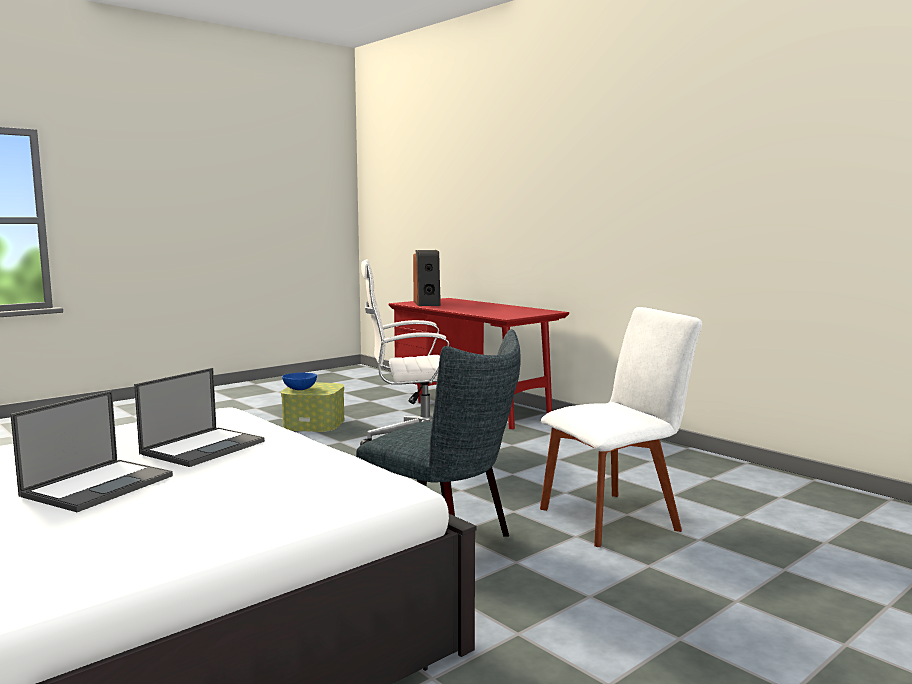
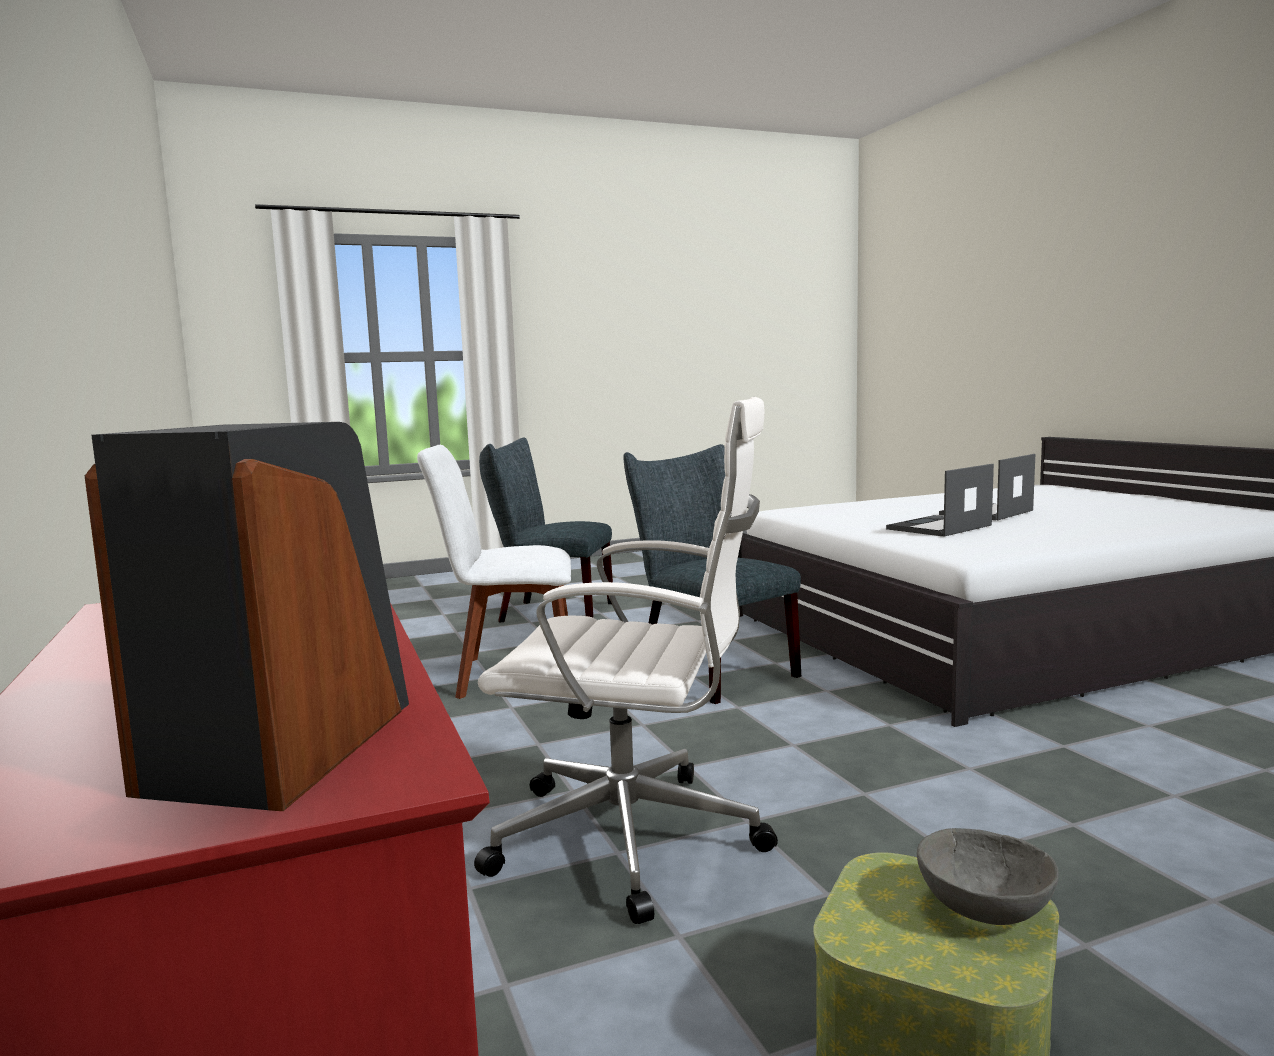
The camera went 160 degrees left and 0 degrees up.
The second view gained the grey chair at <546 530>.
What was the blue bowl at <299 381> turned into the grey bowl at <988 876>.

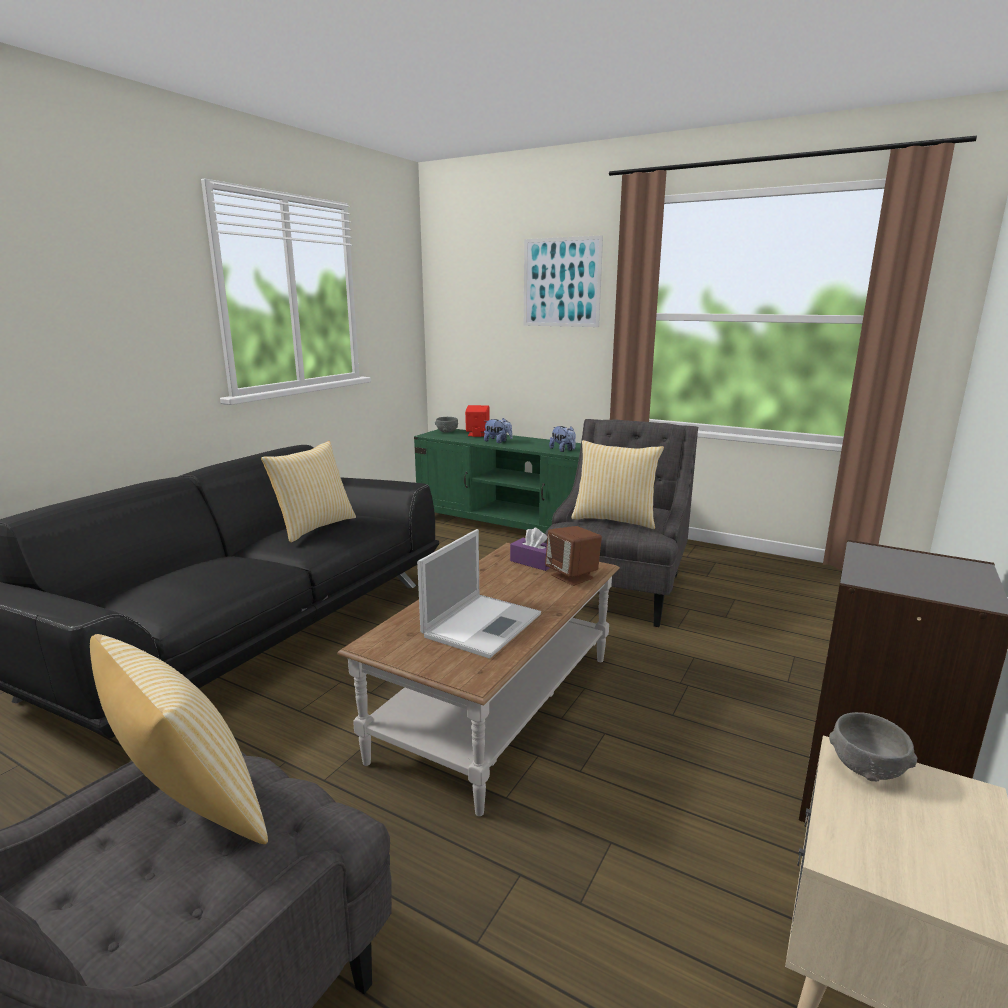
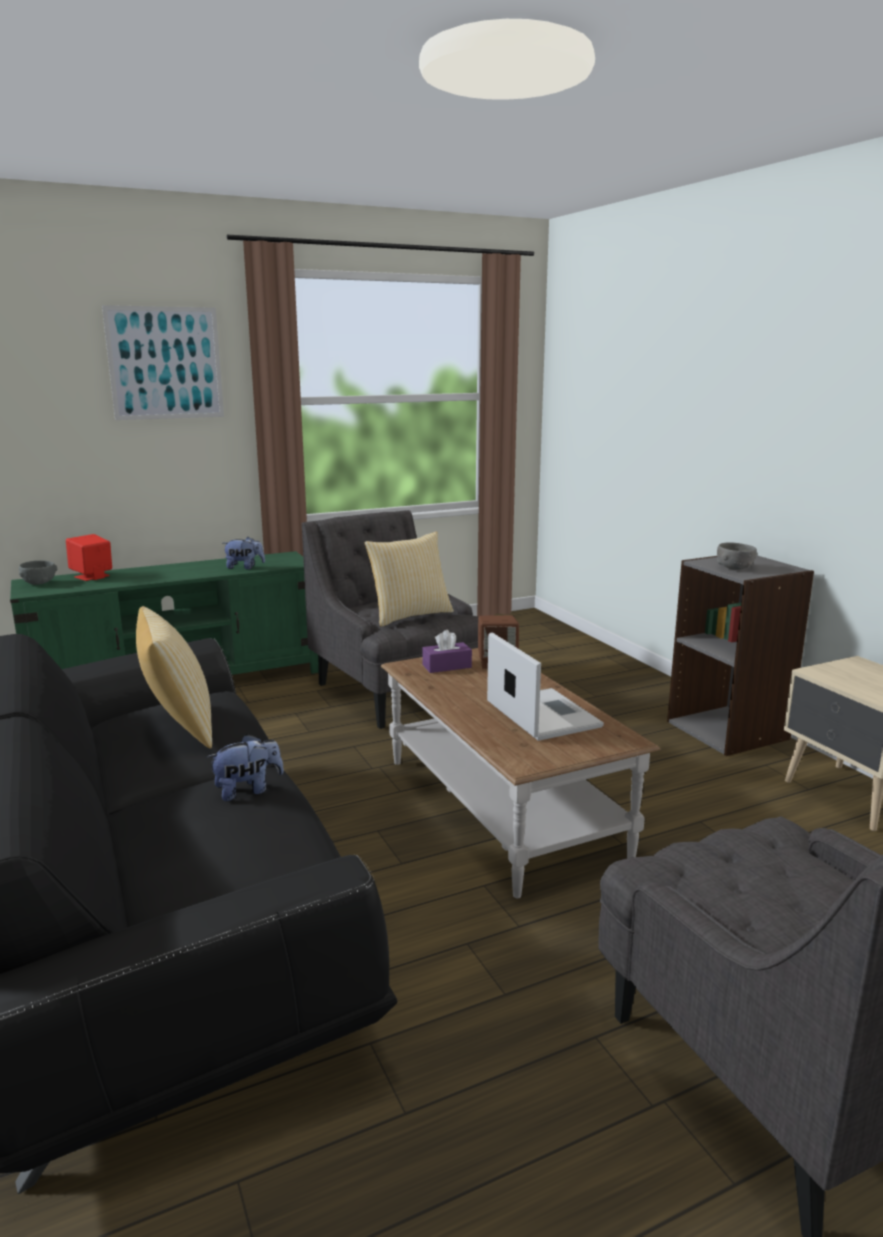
The camera went 55 degrees left and 0 degrees up.
The second view lost the pillow at <179 739>.
The plush toy ended up elsewhere, having gone from <498 430> to <245 767>.
The grey bowl ended up elsewhere, having gone from <873 747> to <737 556>.

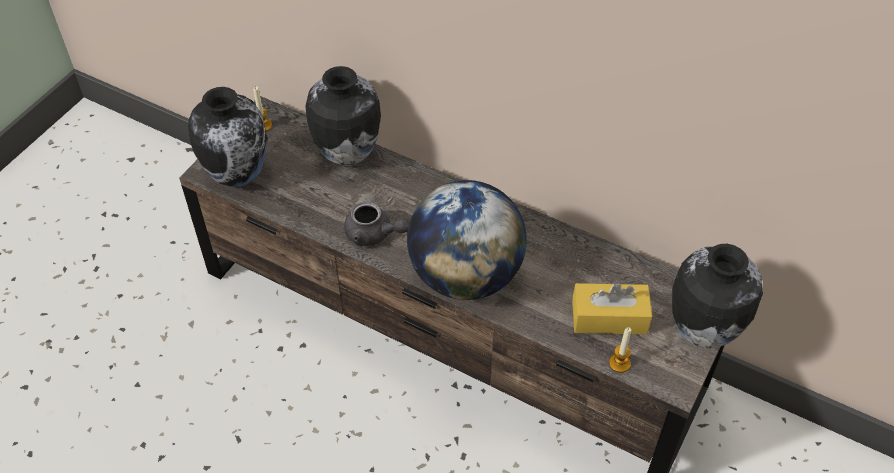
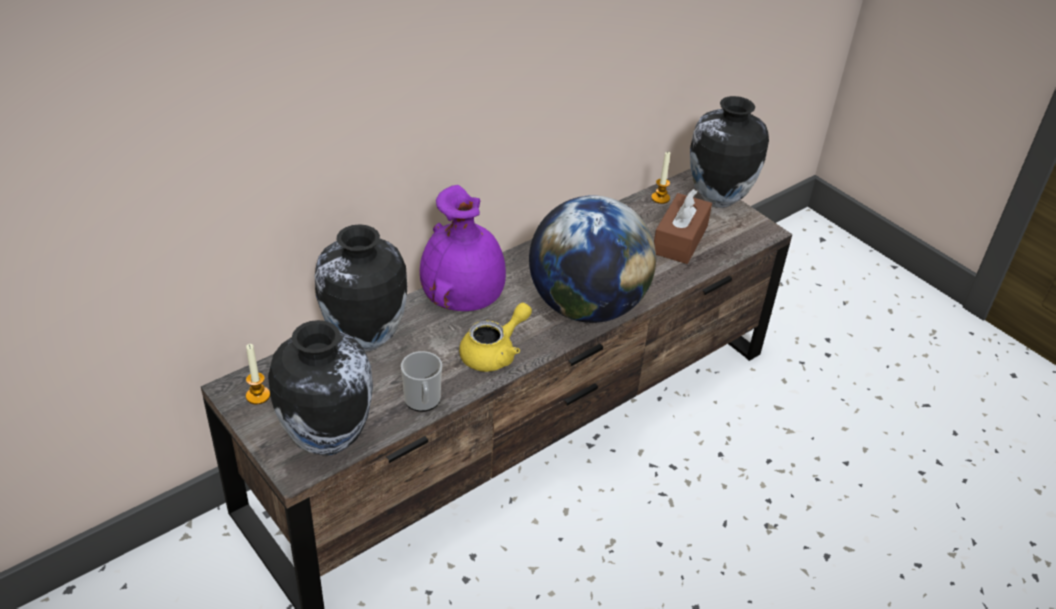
The camera went 70 degrees left and 10 degrees down.
The second view gained the mug at <421 381>.
The second view gained the purple vase at <463 248>.
The candle ended up elsewhere, having gone from <620 350> to <660 178>.
What was the grey teapot at <376 223> turned into the yellow teapot at <495 337>.
What was the yellow tissue box at <612 308> turned into the brown tissue box at <683 226>.

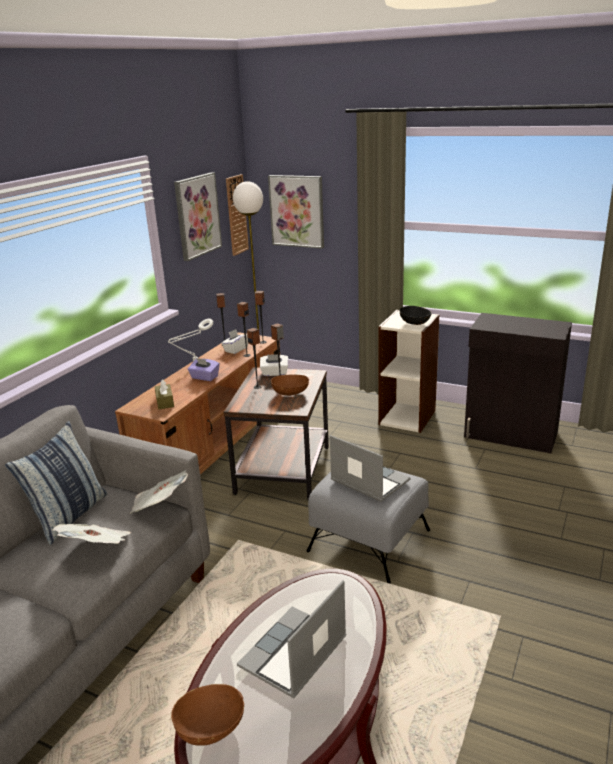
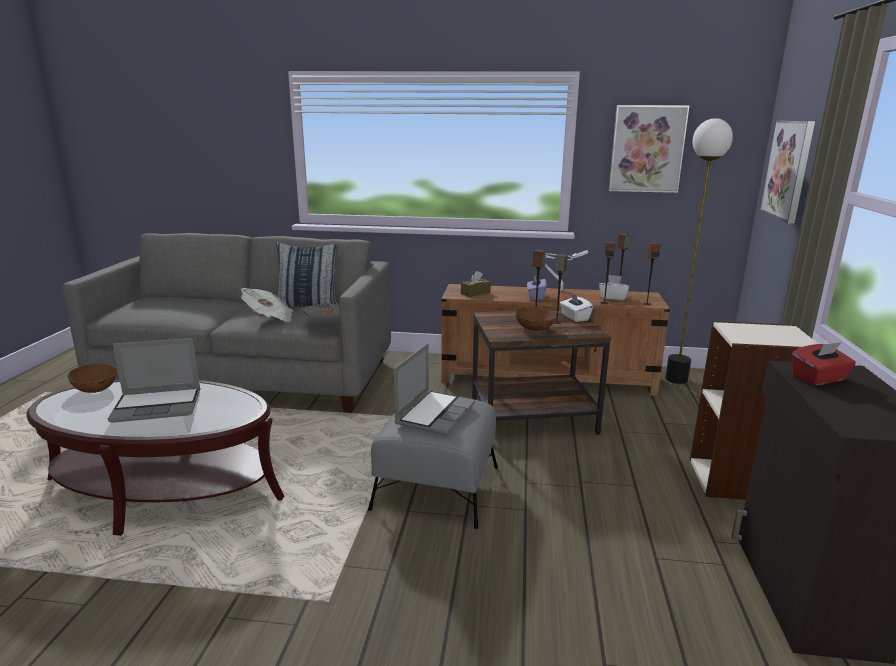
The camera went 70 degrees right and 5 degrees down.
The second view lost the wall clock at <237 215>.
The second view lost the black bowl at <416 315>.
The second view gained the red tissue box at <824 364>.
The laptop at <291 639> ended up facing another way, 150 degrees clockwise from before.

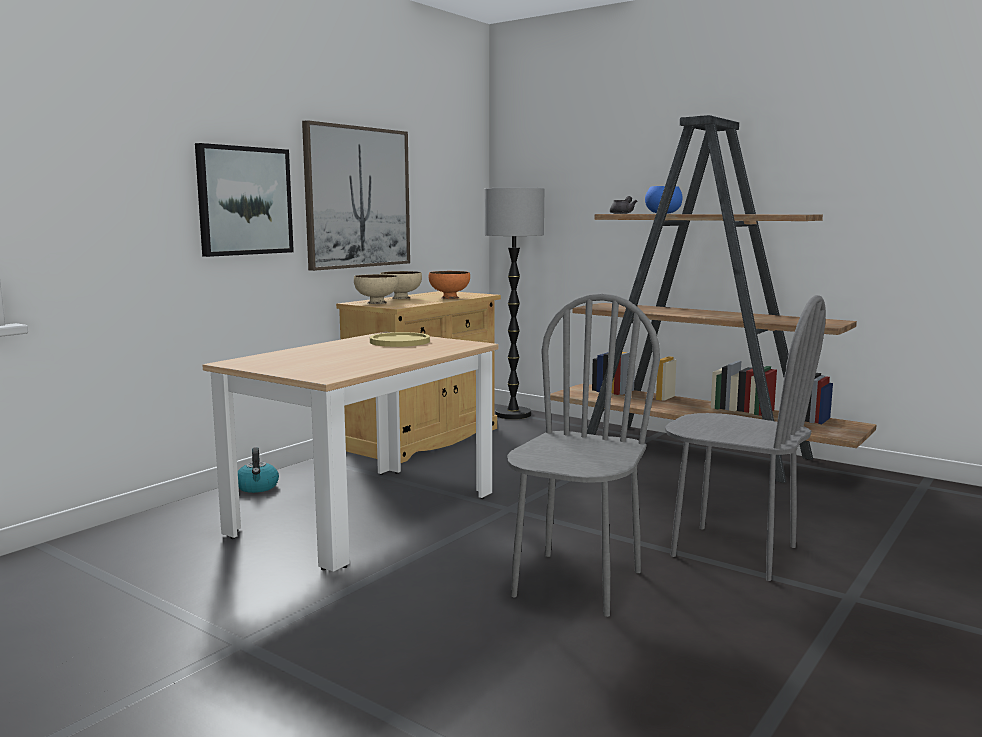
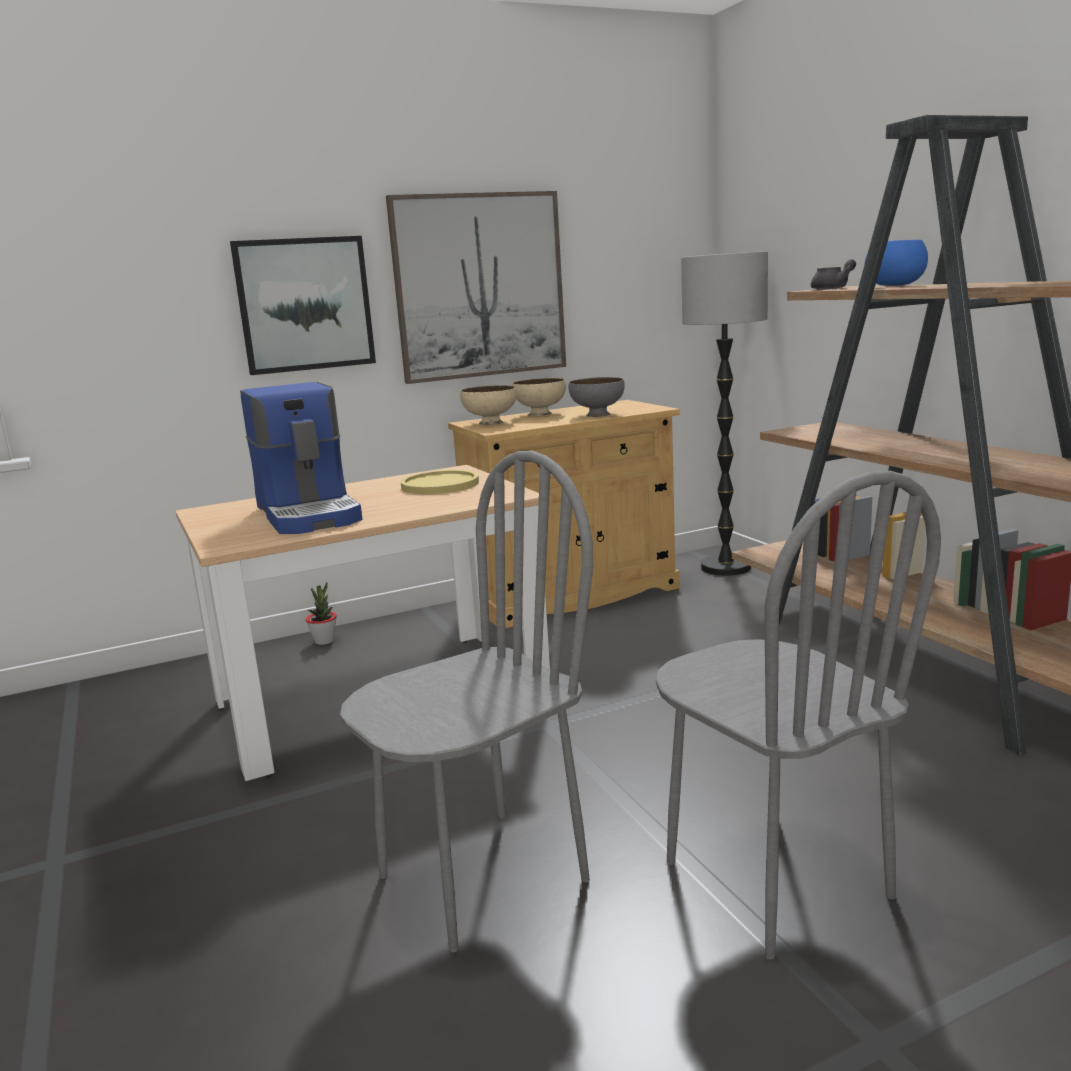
The camera went 30 degrees right and 5 degrees up.
The second view gained the coffee machine at <301 458>.
Where the kettle stood at <258 470>, the potted plant came to stand at <321 613>.
What was the orange bowl at <449 285> turned into the grey bowl at <596 397>.

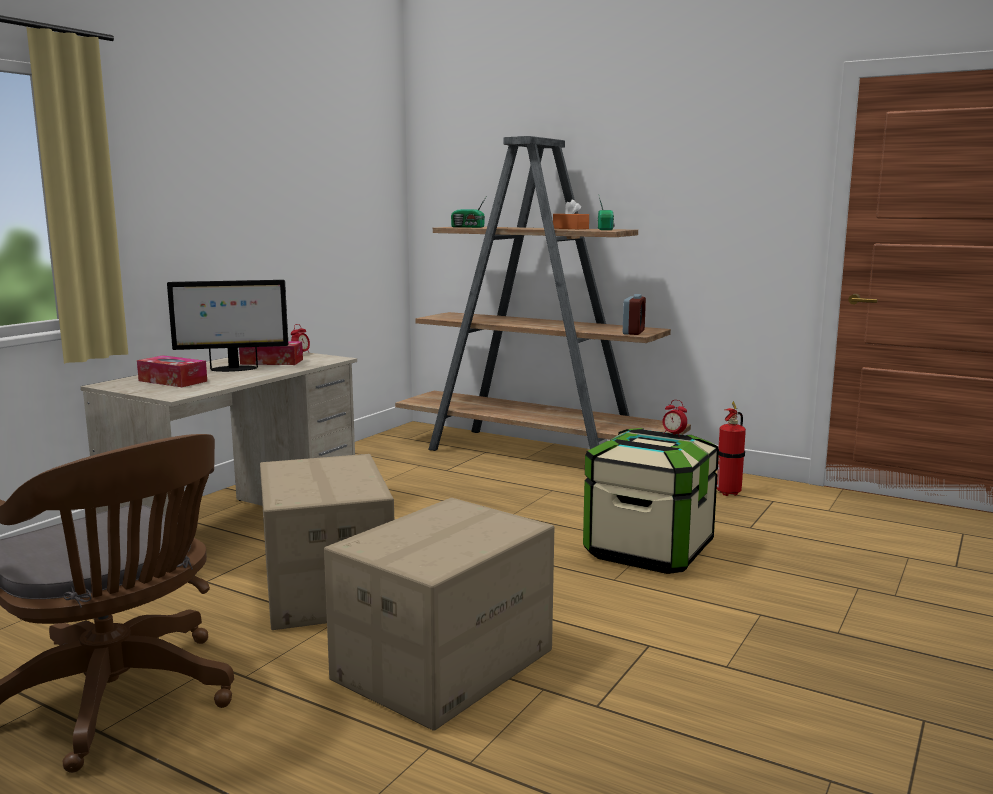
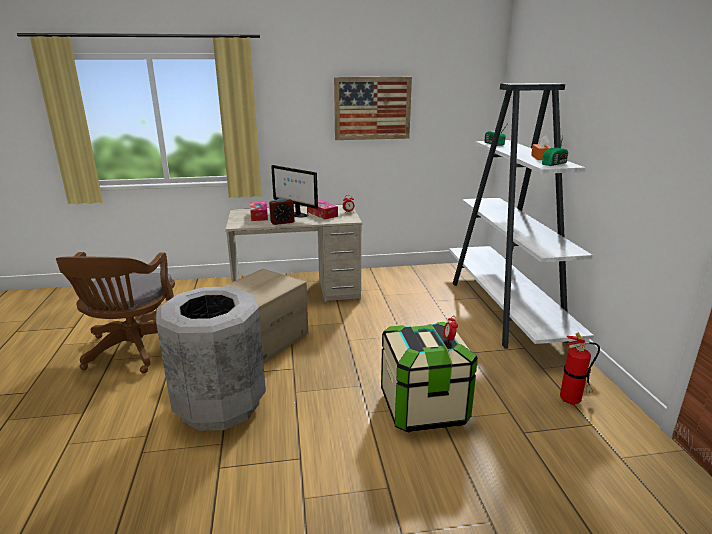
The camera went 50 degrees right and 10 degrees up.
The second view gained the picture at <373 108>.
The alarm clock ended up elsewhere, having gone from <634 314> to <281 211>.
Where the cardboard box stood at <439 614>, the grey trash can came to stand at <211 359>.
What was the brown bookcase at <543 293> turned into the white bookcase at <521 216>.

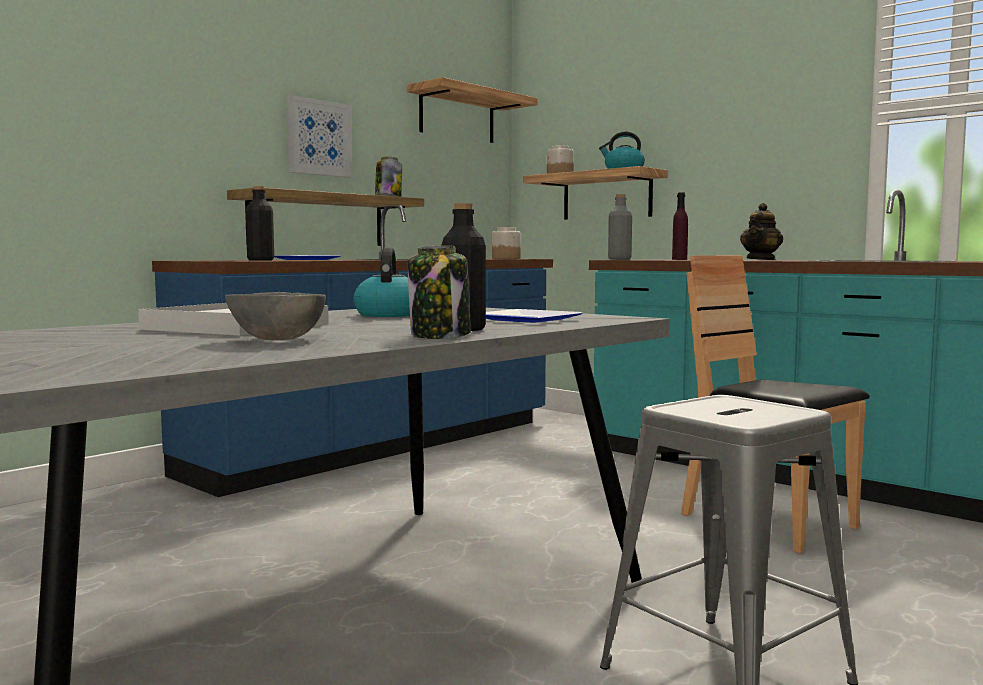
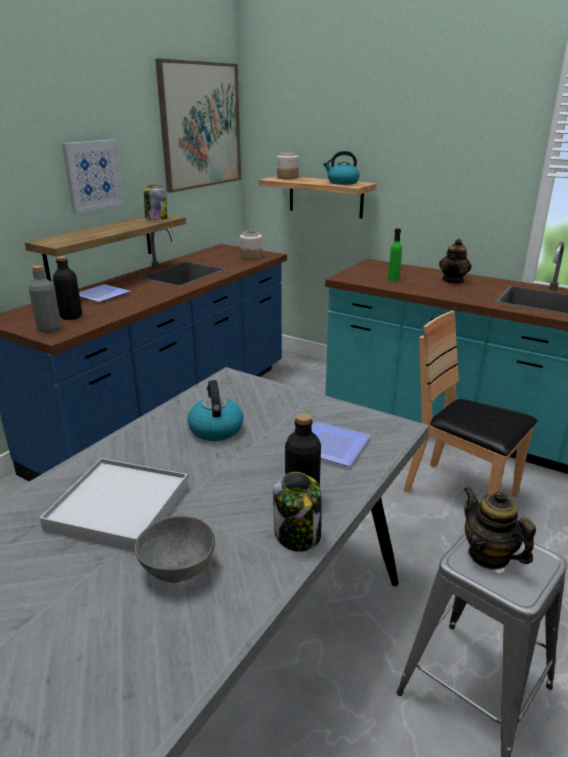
The camera went 10 degrees left and 20 degrees up.
The second view gained the teapot at <499 528>.
The grey bottle ended up elsewhere, having gone from <620 227> to <45 299>.
Where the shelf hung at <472 110>, the picture came to hang at <198 126>.
What was the purple bottle at <680 226> turned into the green bottle at <395 254>.

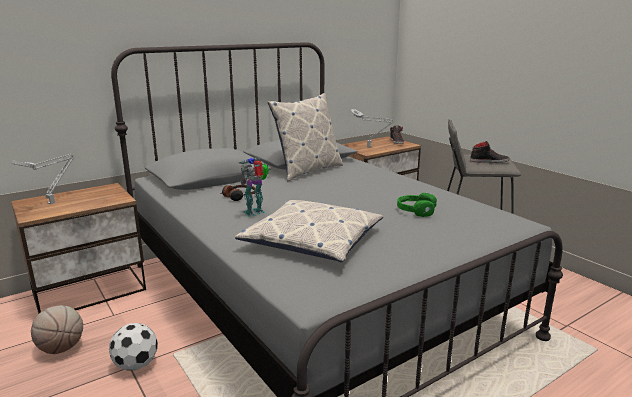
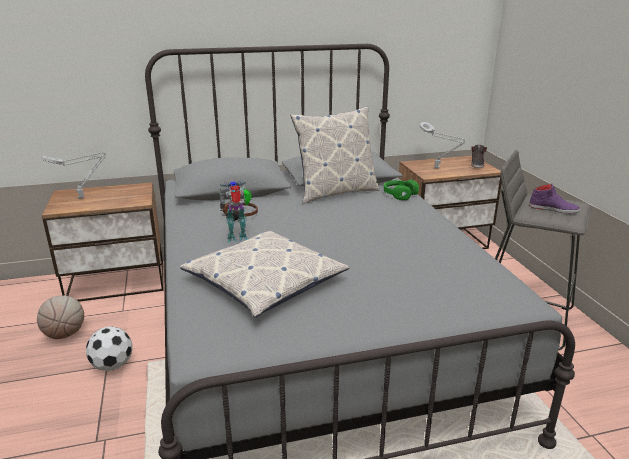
The camera went 20 degrees right and 5 degrees up.
The green headphones ended up elsewhere, having gone from <417 205> to <401 190>.
What was the black shoe at <489 152> turned into the purple shoe at <554 198>.

